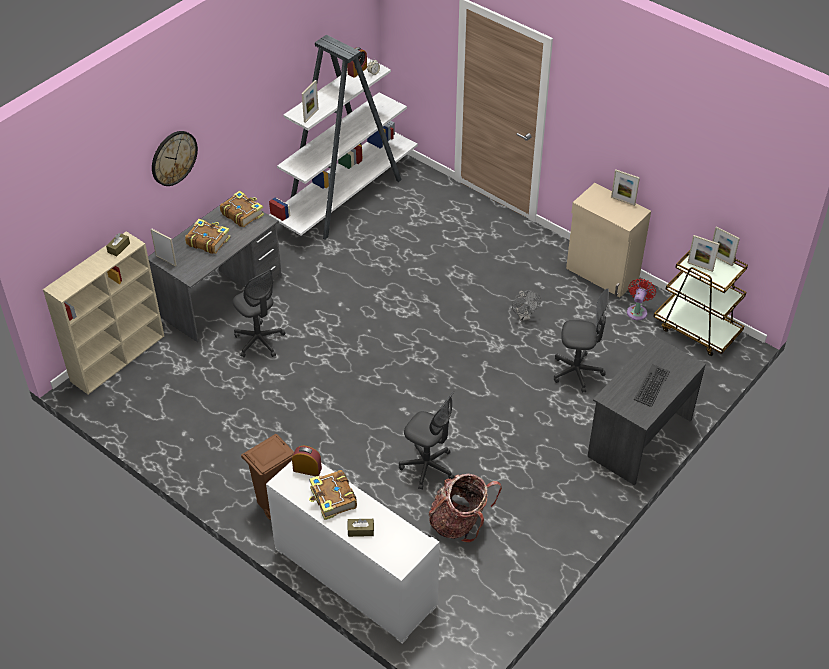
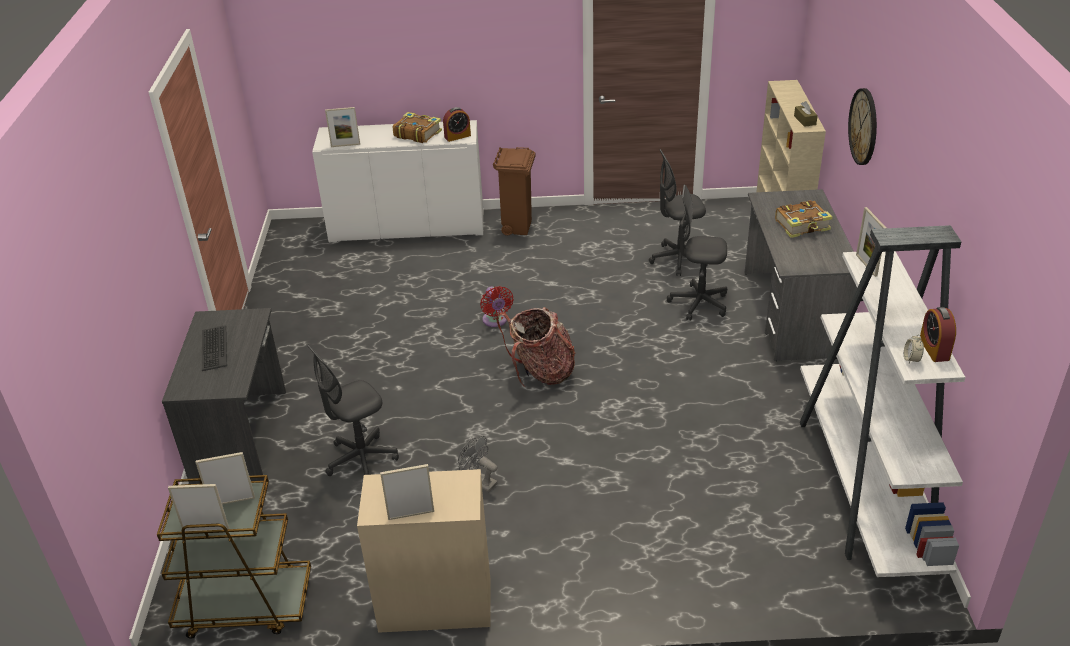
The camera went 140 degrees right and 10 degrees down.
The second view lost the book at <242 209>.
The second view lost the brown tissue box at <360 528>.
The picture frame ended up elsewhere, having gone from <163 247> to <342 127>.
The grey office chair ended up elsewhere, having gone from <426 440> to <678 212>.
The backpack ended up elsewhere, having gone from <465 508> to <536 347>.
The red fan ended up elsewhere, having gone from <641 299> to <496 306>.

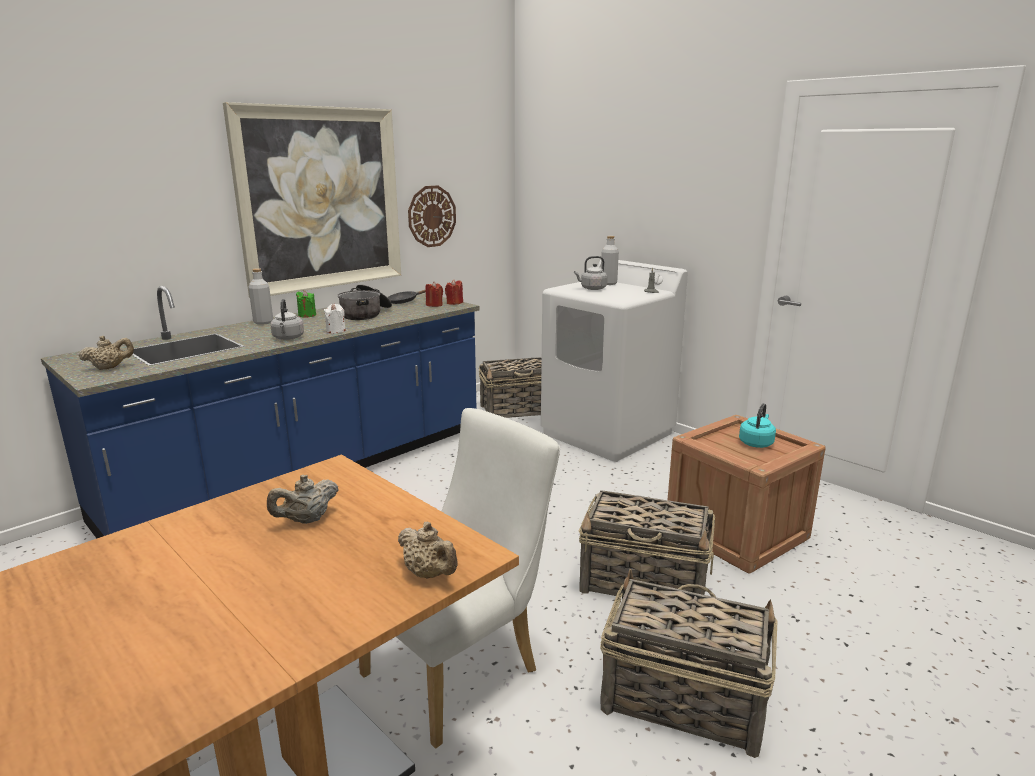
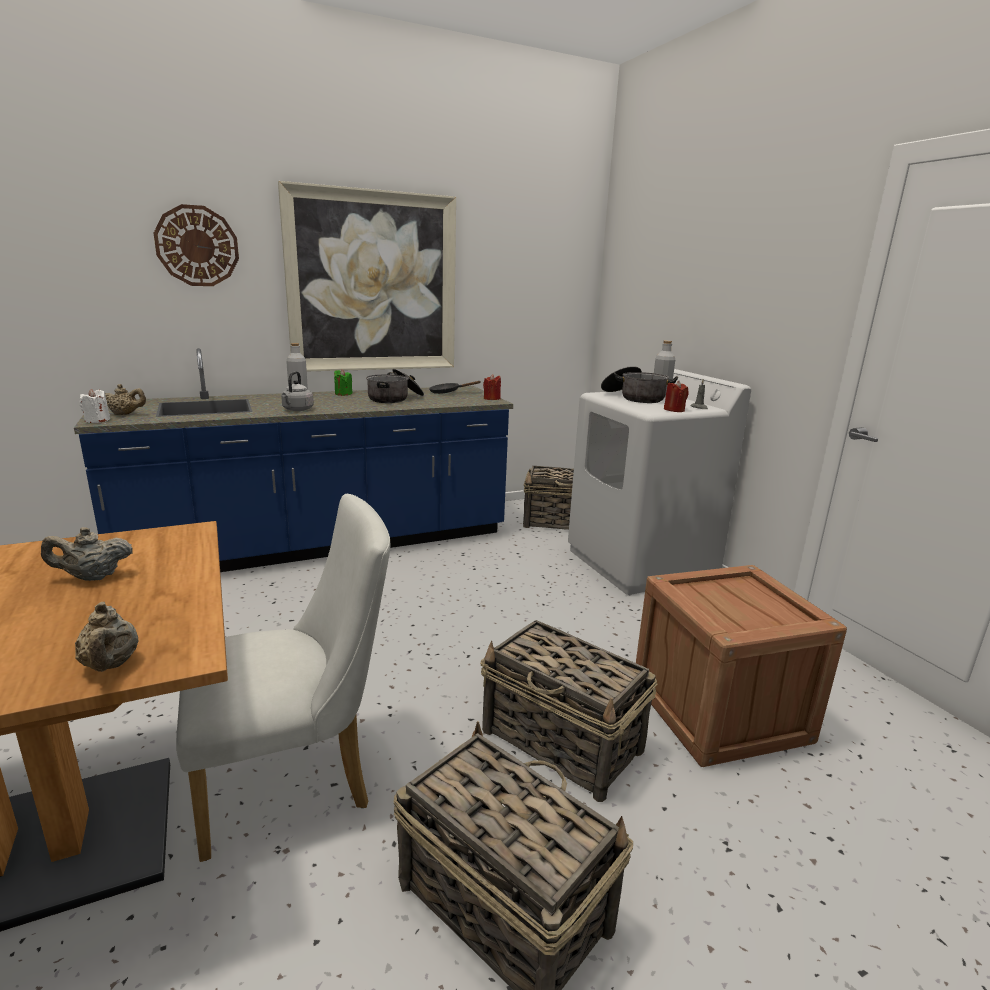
The camera went 20 degrees right and 0 degrees up.
The second view lost the turquoise kettle at <757 425>.
The white candle ended up elsewhere, having gone from <335 318> to <94 406>.
The wall clock ended up elsewhere, having gone from <432 216> to <196 245>.
The red candle ended up elsewhere, having gone from <434 294> to <676 396>.
Where the grey kettle stood at <591 273>, the cooking pot came to stand at <639 384>.

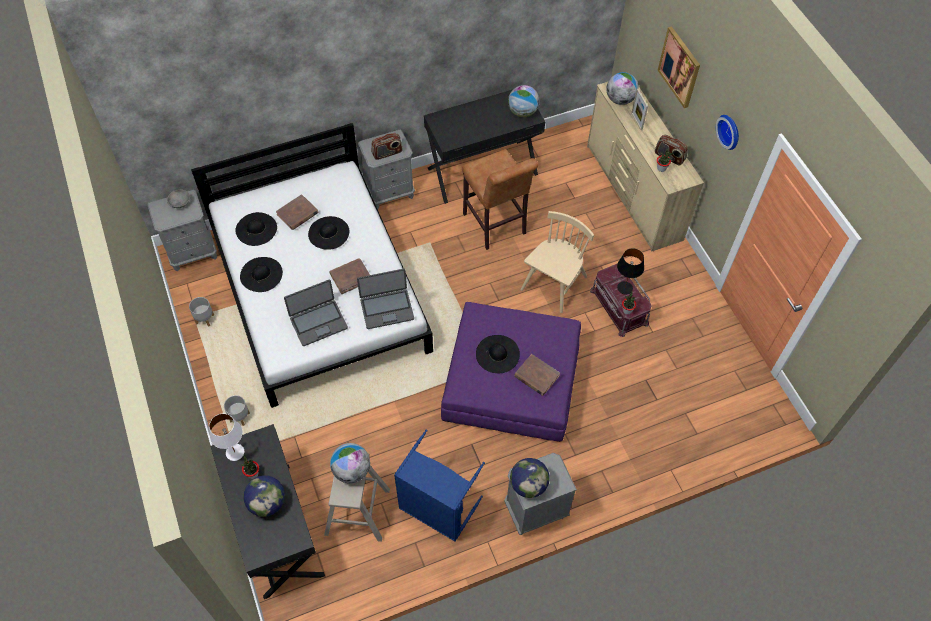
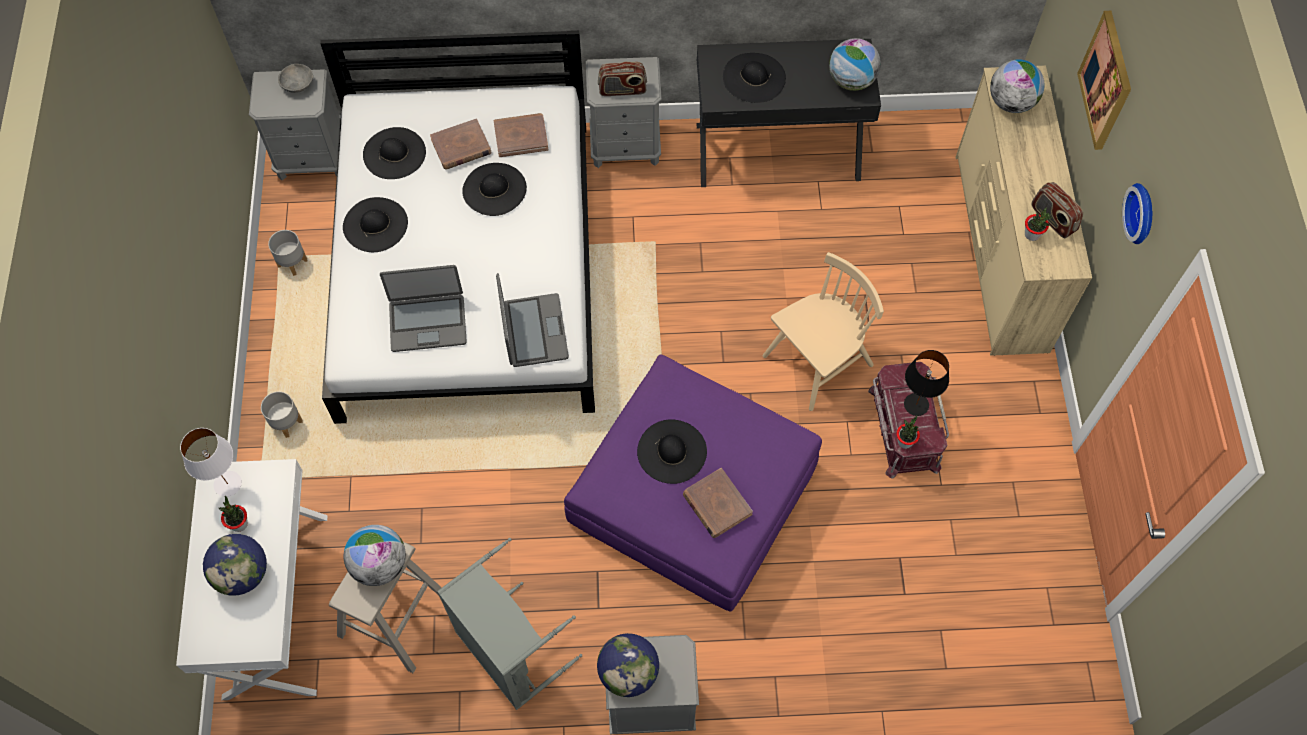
The camera went 20 degrees right and 5 degrees up.
The second view lost the brown stool at <500 199>.
The second view lost the picture frame at <639 109>.
The second view gained the black hat at <754 78>.
The brown book ended up elsewhere, having gone from <349 276> to <521 135>.
What was the black desk at <267 511> turned into the white desk at <252 579>.
What was the blue laundry basket at <439 485> turned into the grey laundry basket at <509 624>.
The laptop at <385 299> ended up facing another way, 105 degrees counterclockwise from before.

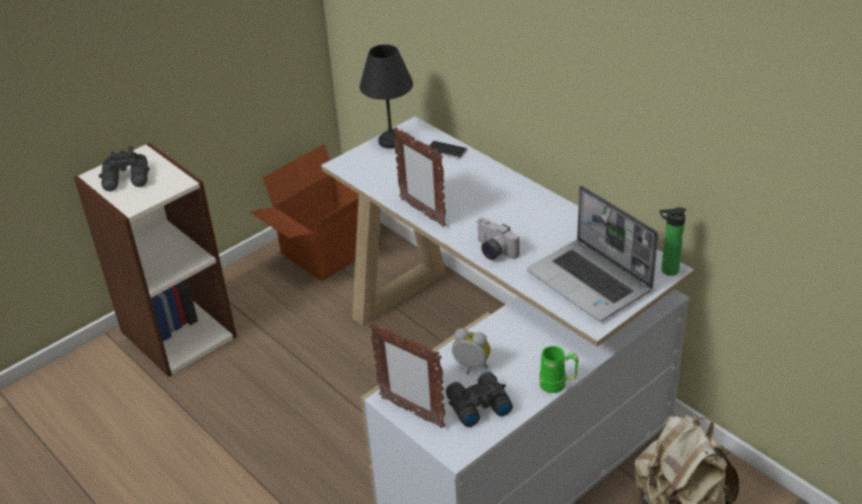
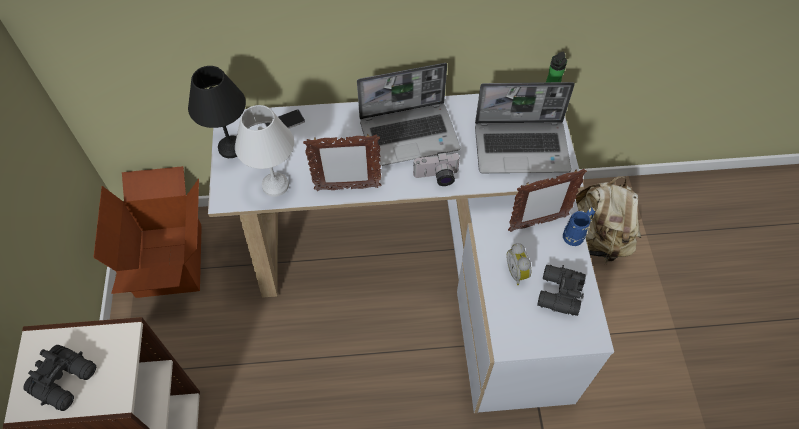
The camera went 55 degrees left and 20 degrees up.
The second view gained the white table lamp at <264 151>.
The second view gained the laptop at <408 114>.
The picture frame ended up elsewhere, having gone from <407 375> to <547 200>.
What was the green mug at <559 369> turned into the blue mug at <579 226>.
The alarm clock at <471 351> ended up facing another way, 75 degrees counterclockwise from before.

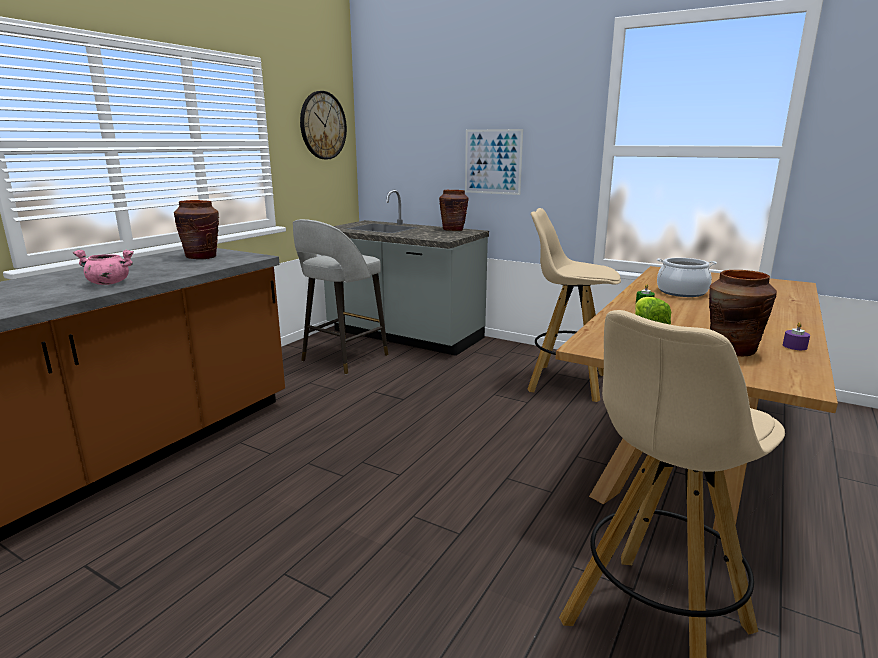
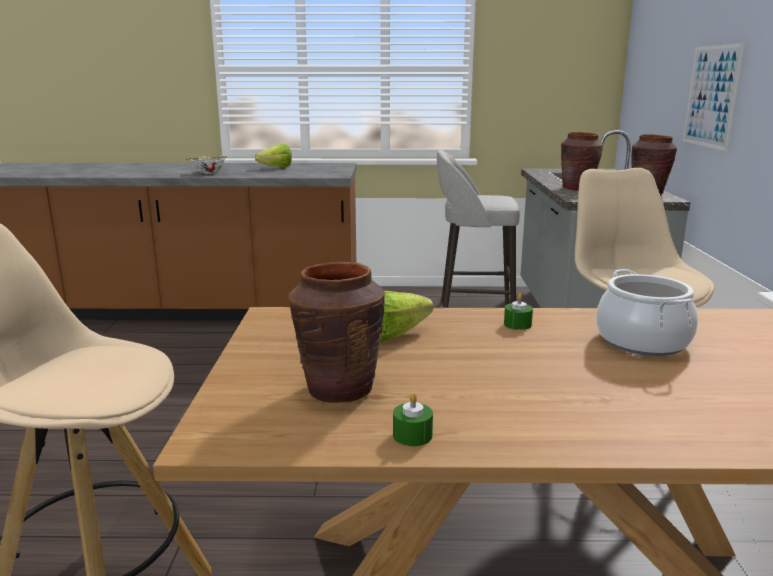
The camera went 60 degrees right and 0 degrees up.
The second view lost the wall clock at <323 125>.
The second view gained the lettuce at <273 155>.
The brown vase ended up elsewhere, having gone from <196 229> to <582 161>.
Where the pink cooking pot stood at <103 267>, the bowl came to stand at <206 165>.
What was the purple candle at <796 336> turned into the green candle at <413 419>.

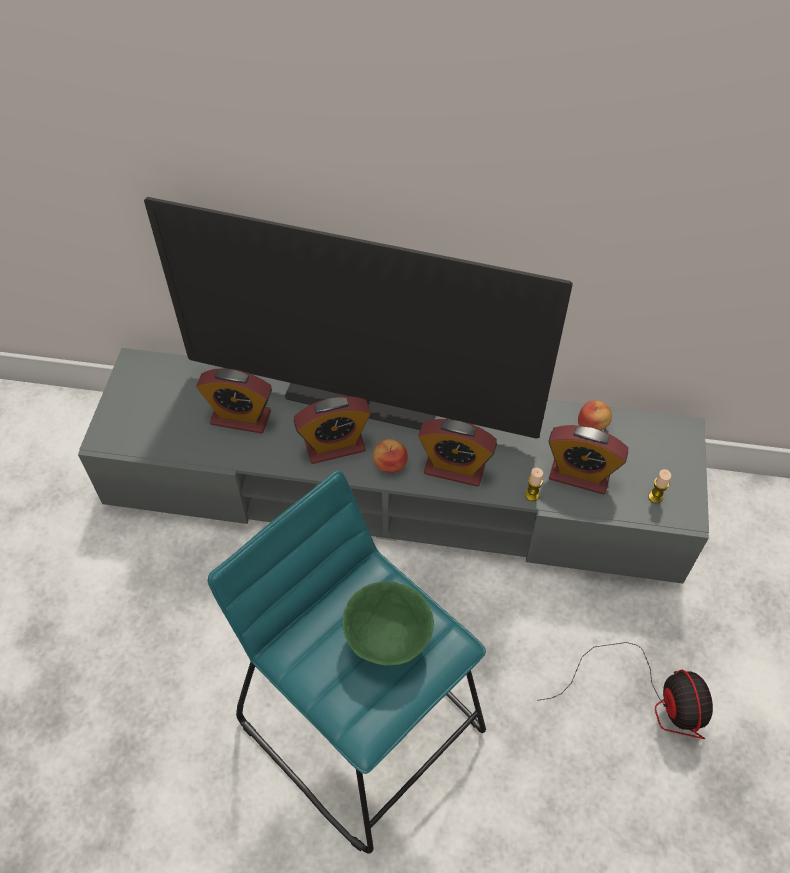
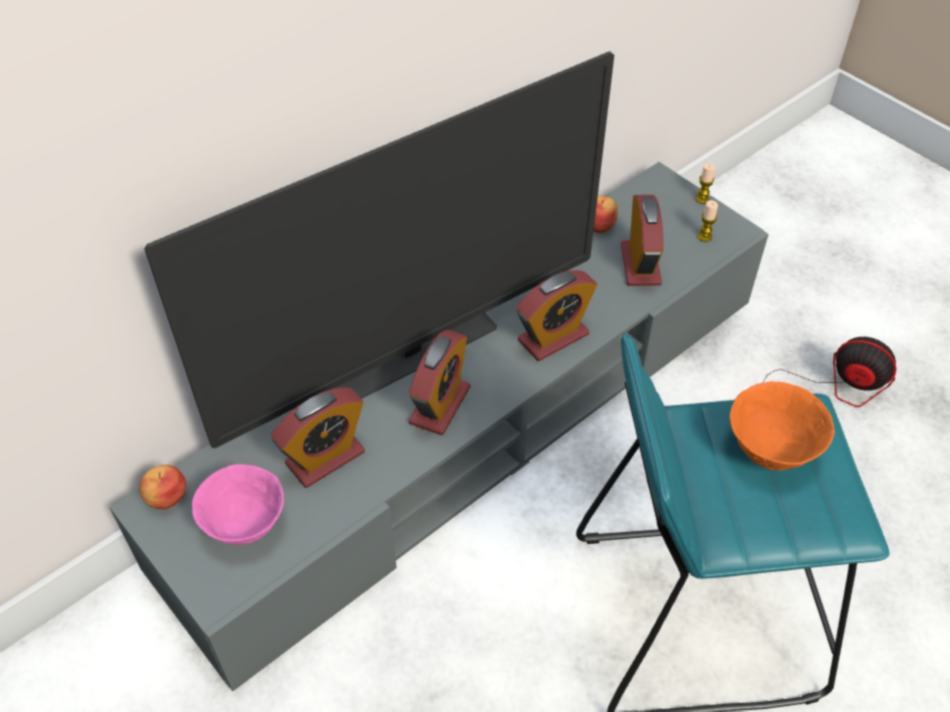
The camera went 50 degrees left and 5 degrees down.
The second view gained the pink bowl at <238 504>.
The apple ended up elsewhere, having gone from <390 456> to <162 487>.
The candle ended up elsewhere, having gone from <534 484> to <705 184>.
What was the green bowl at <388 623> turned into the orange bowl at <782 425>.
The alarm clock at <588 460> ended up facing another way, 60 degrees counterclockwise from before.

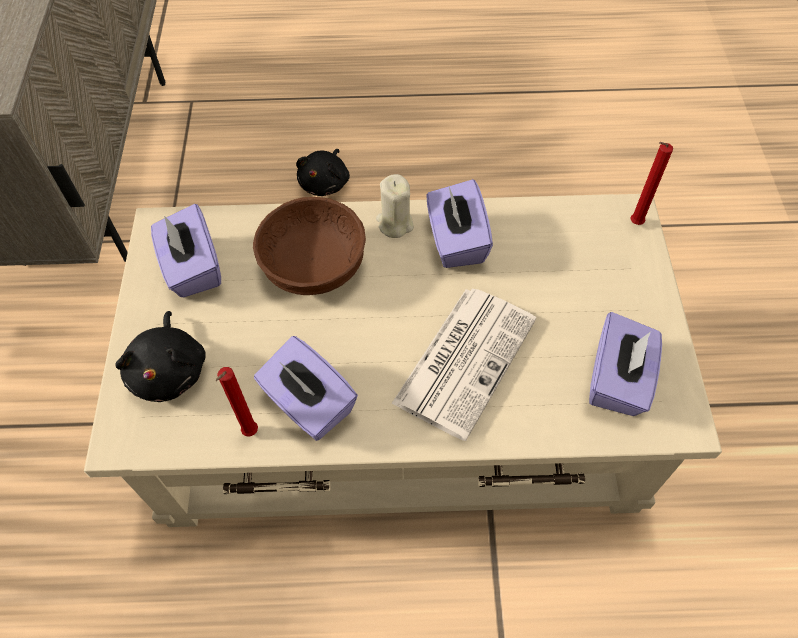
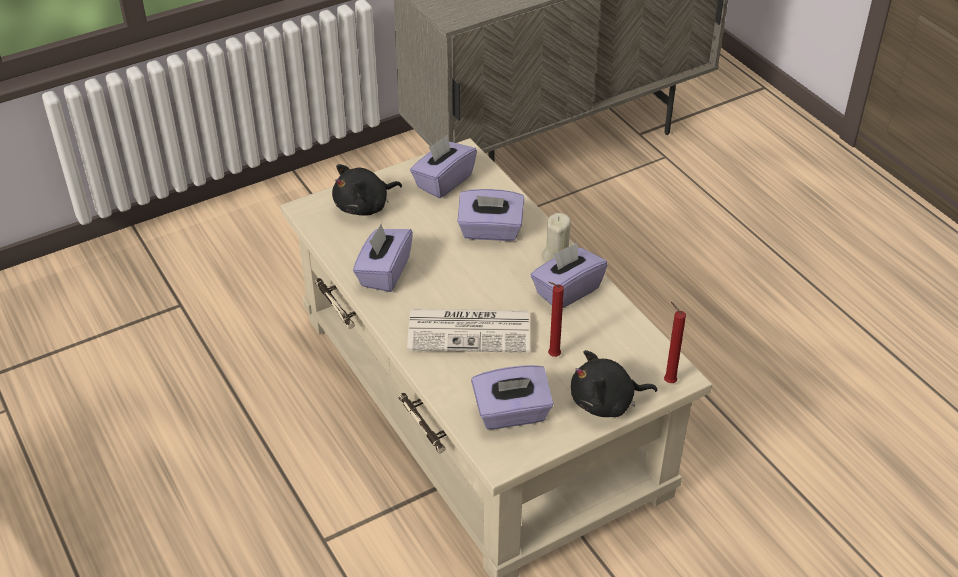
The camera went 60 degrees right and 15 degrees down.
The red candle ended up elsewhere, having gone from <237 401> to <556 319>.
The black plush toy ended up elsewhere, having gone from <323 172> to <614 383>.
Where the brown bowl stood at <309 246>, the purple tissue box came to stand at <490 215>.

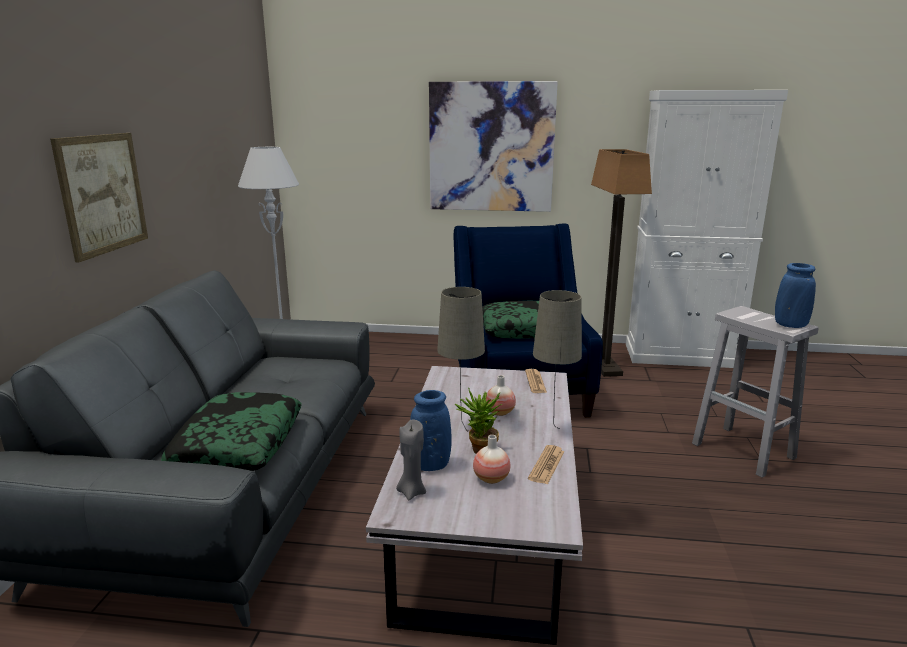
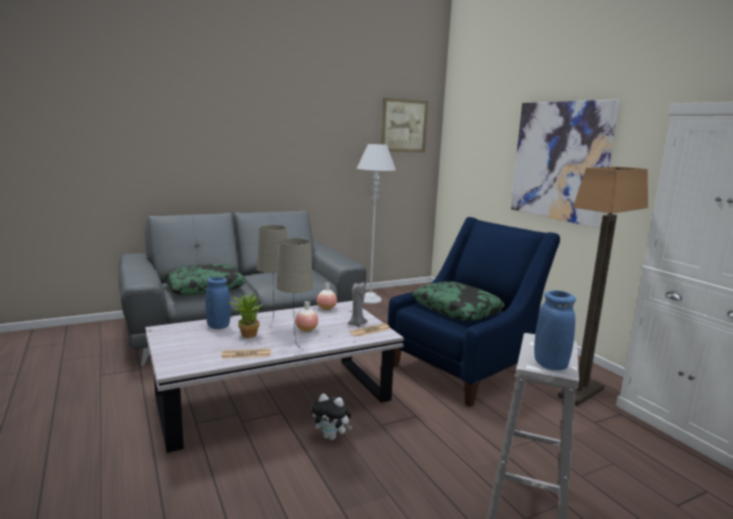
The camera went 55 degrees right and 5 degrees down.
The second view gained the plush toy at <332 417>.
The picture ended up elsewhere, having gone from <99 197> to <404 125>.
The grey candle ended up elsewhere, having gone from <411 459> to <357 304>.
The vase ended up elsewhere, having gone from <492 459> to <327 296>.

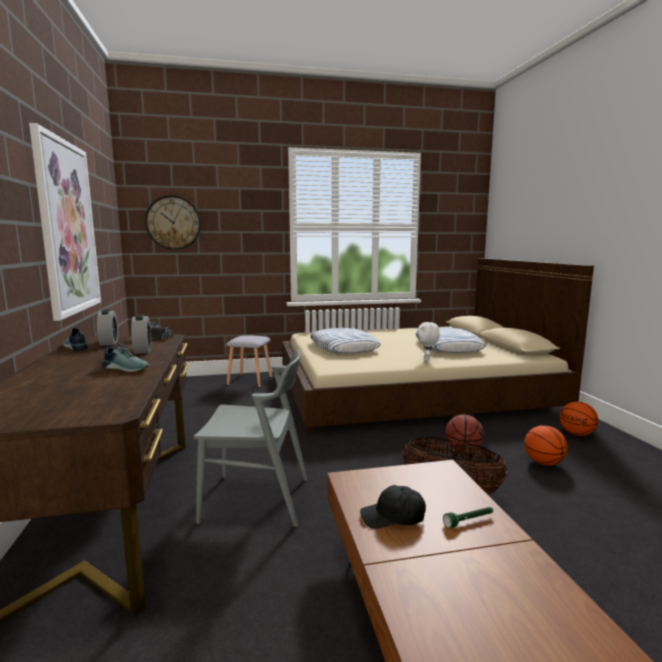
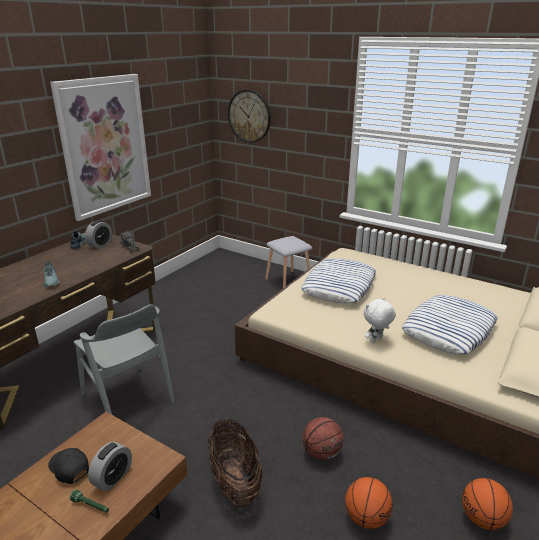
The camera went 45 degrees right and 15 degrees up.
The alarm clock ended up elsewhere, having gone from <141 334> to <110 467>.

